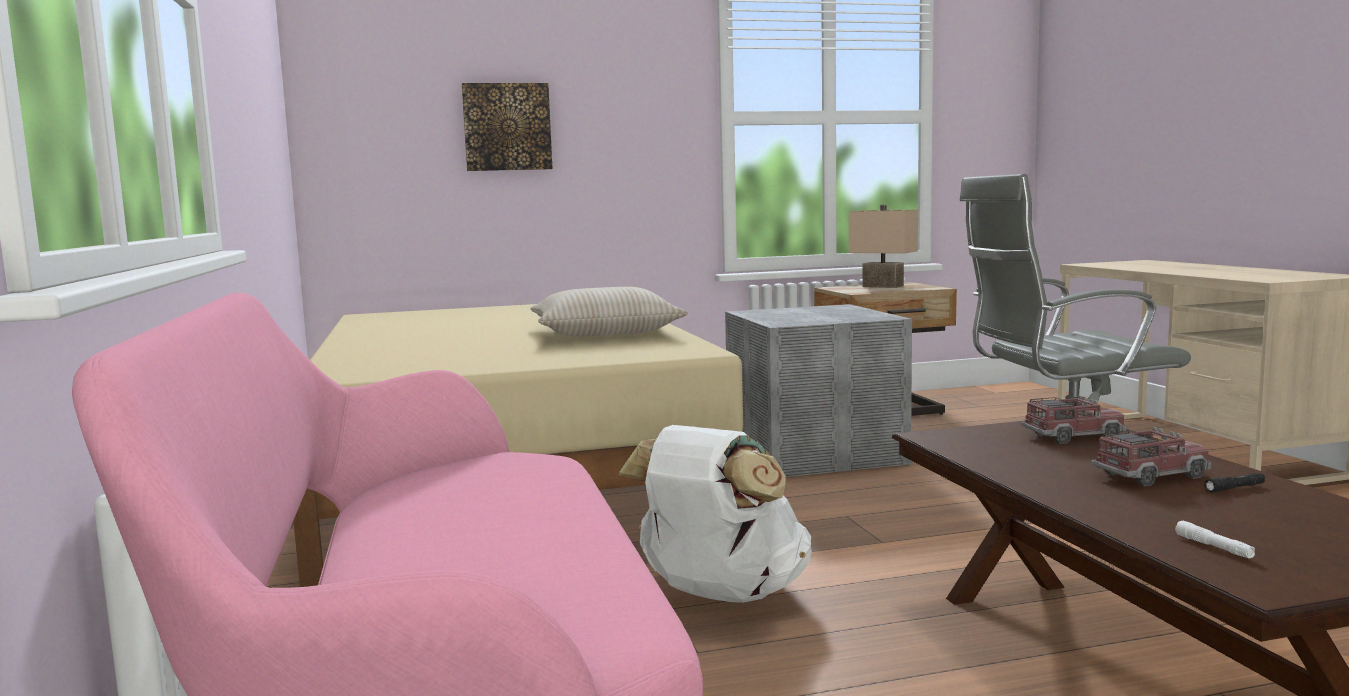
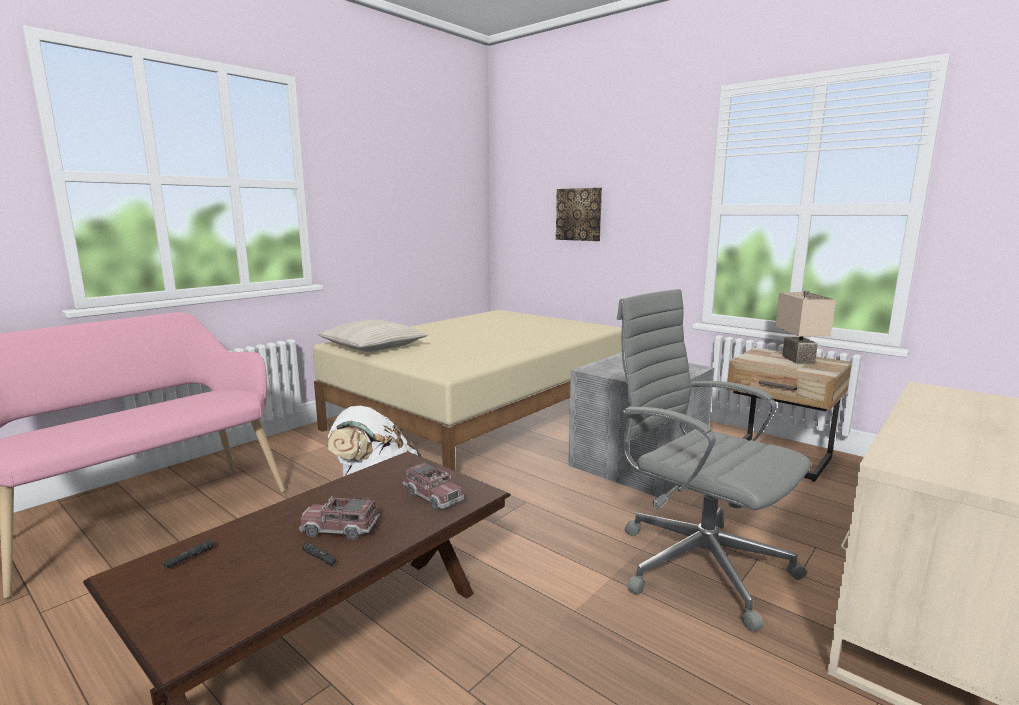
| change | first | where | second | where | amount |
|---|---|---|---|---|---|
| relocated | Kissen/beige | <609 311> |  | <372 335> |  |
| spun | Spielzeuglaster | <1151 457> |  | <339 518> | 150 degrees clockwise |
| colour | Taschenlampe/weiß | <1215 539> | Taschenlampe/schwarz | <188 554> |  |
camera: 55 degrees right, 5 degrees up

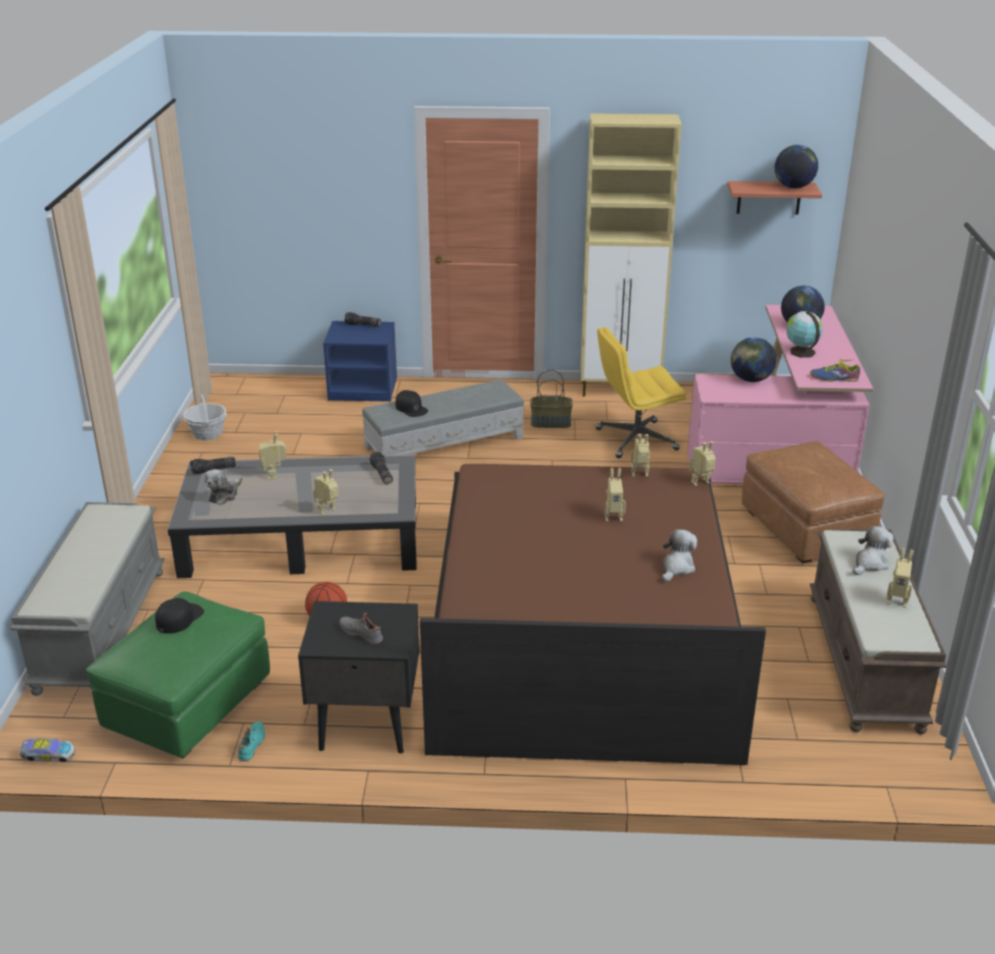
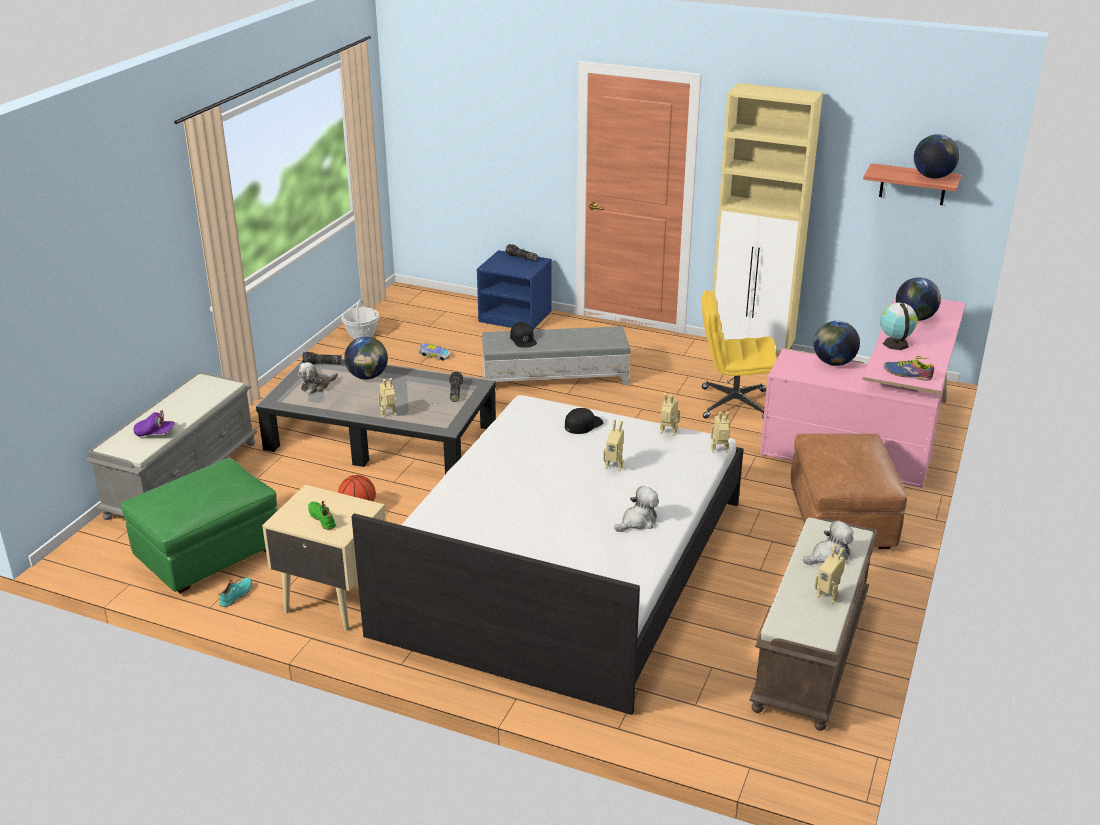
| change | first | where | second | where | amount |
|---|---|---|---|---|---|
| relocated | Spielzeugauto | <47 750> |  | <434 352> |  |
| relocated | Kappe/schwarz | <179 616> |  | <584 421> |  |
| exchanged | Spielzeugroboter | <272 455> | Globus | <366 358> |  |
| colour | Nachttisch/schwarz | <359 677> | Nachttisch/beige | <324 558> |  |
| colour | Schuh/grau | <361 628> | Schuh/grün | <322 515> |  |
| colour | Bett/braun | <593 614> | Bett/weiß | <547 555> |  |
| missing | Korb | <551 399> |  |  |  |
| appeared |  |  | Kappe/lila | <154 423> |  |
camera: 20 degrees right, 0 degrees up

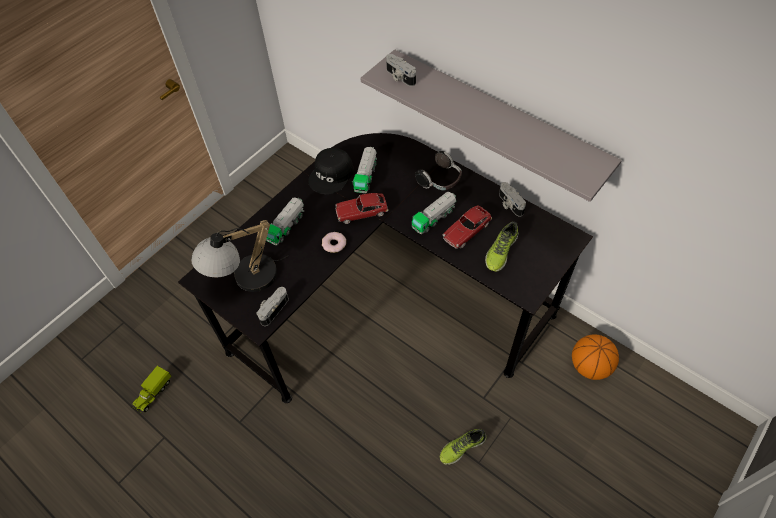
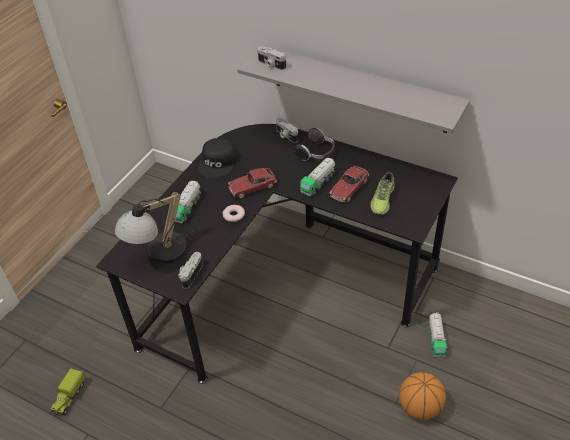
| change | first | where | second | where | amount |
|---|---|---|---|---|---|
| relocated | Spielzeuglaster | <364 170> |  | <438 334> |  |
| missing | Schuh | <463 447> |  |  |  |
| relocated | Kamera | <512 199> |  | <287 130> |  |
| relocated | Basketball | <595 357> |  | <422 396> |  |
camera: 10 degrees left, 10 degrees down

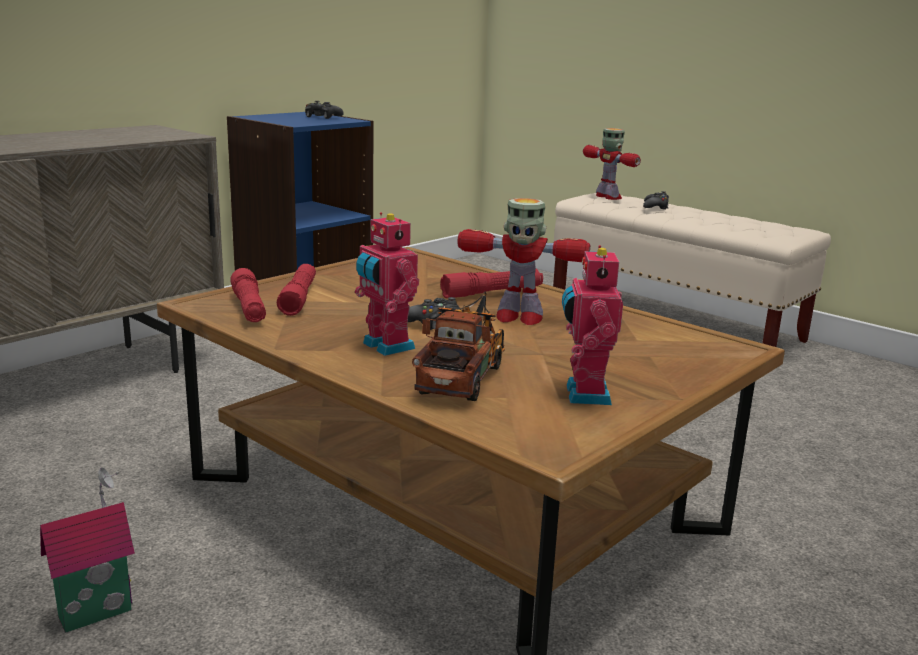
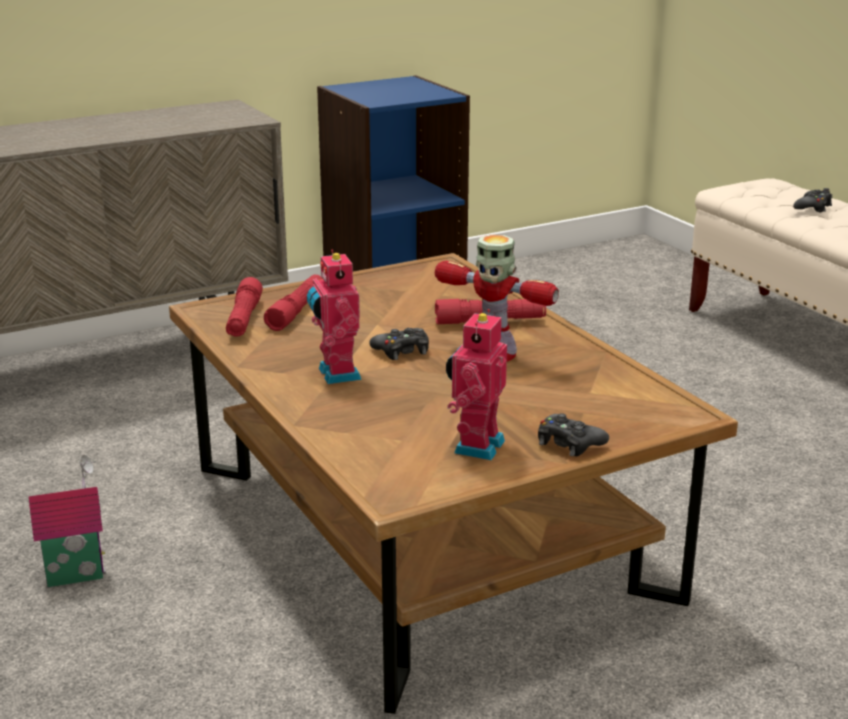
| change | first | where | second | where | amount |
|---|---|---|---|---|---|
| relocated | Gamepad/schwarz | <324 110> |  | <573 434> |  |
| missing | Spielzeuglaster | <458 346> |  |  |  |
| missing | Spielzeugroboter | <612 164> |  |  |  |
camera: 20 degrees right, 5 degrees up

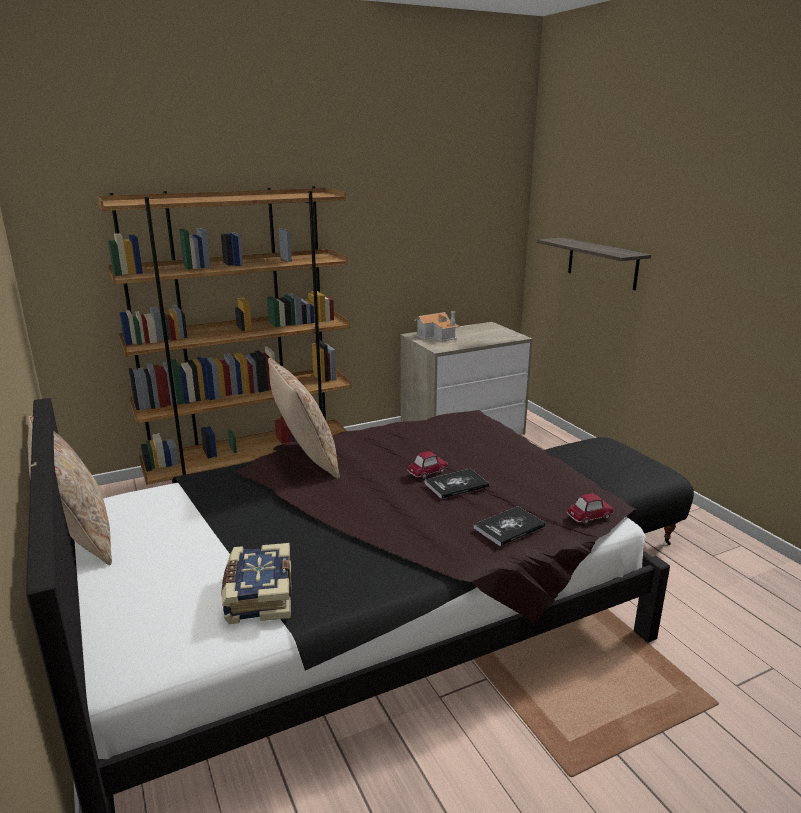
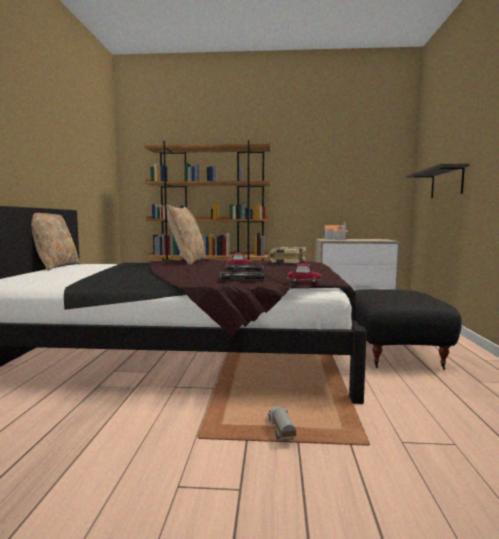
| change | first | where | second | where | amount |
|---|---|---|---|---|---|
| relocated | Buch | <257 583> |  | <288 255> |  |
| appeared |  |  | Spielzeuglaster | <282 423> |  |
camera: 30 degrees right, 15 degrees down

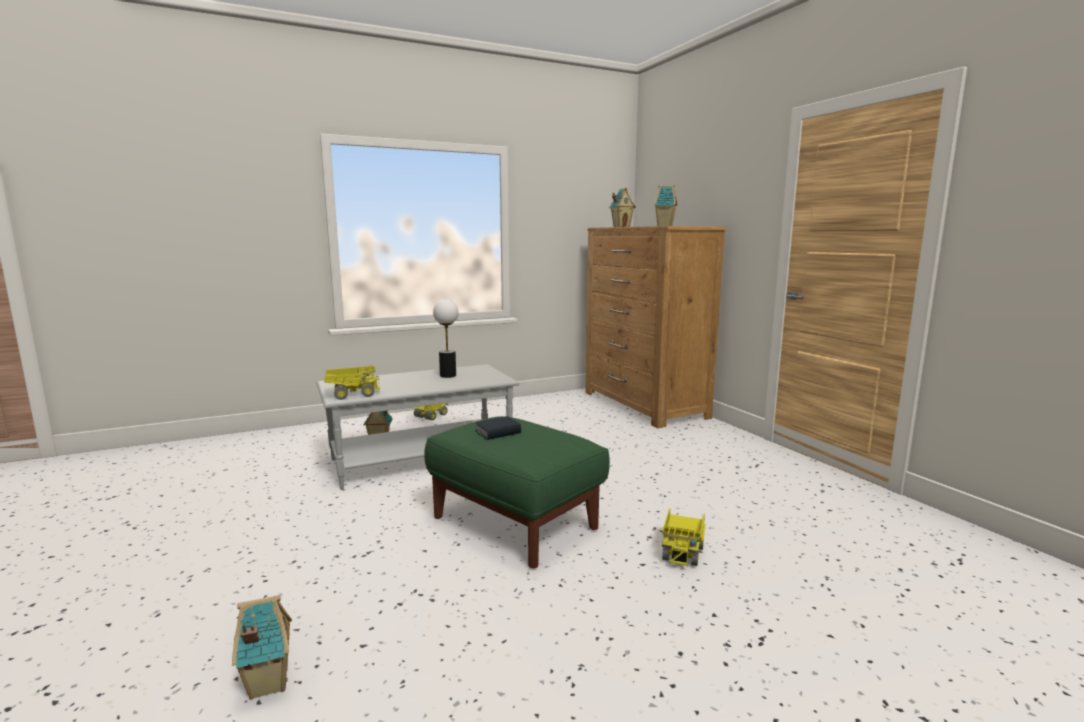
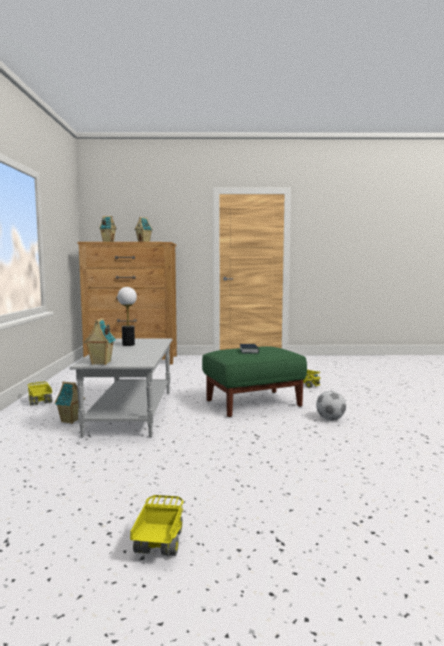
| change | first | where | second | where | amount |
|---|---|---|---|---|---|
| relocated | Spielzeughaus | <262 647> |  | <100 341> |  |
| relocated | Spielzeuglaster | <352 383> |  | <157 525> |  |
| appeared |  |  | Fußball | <331 405> |  |
camera: 65 degrees left, 5 degrees down

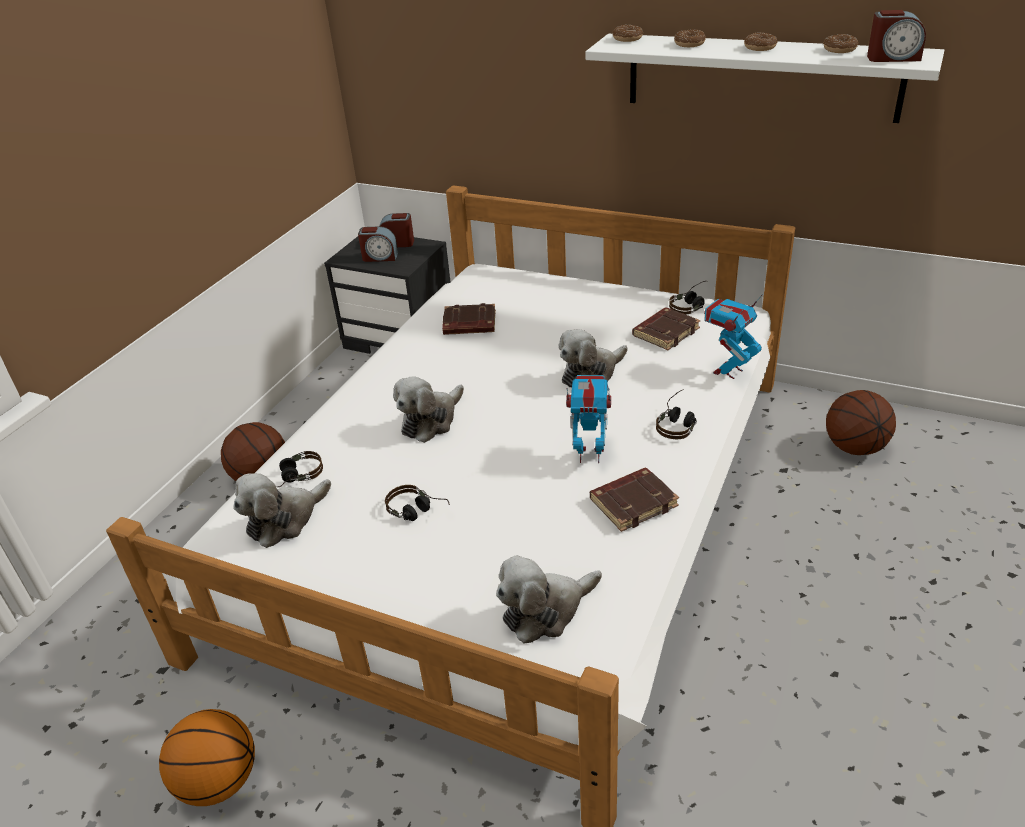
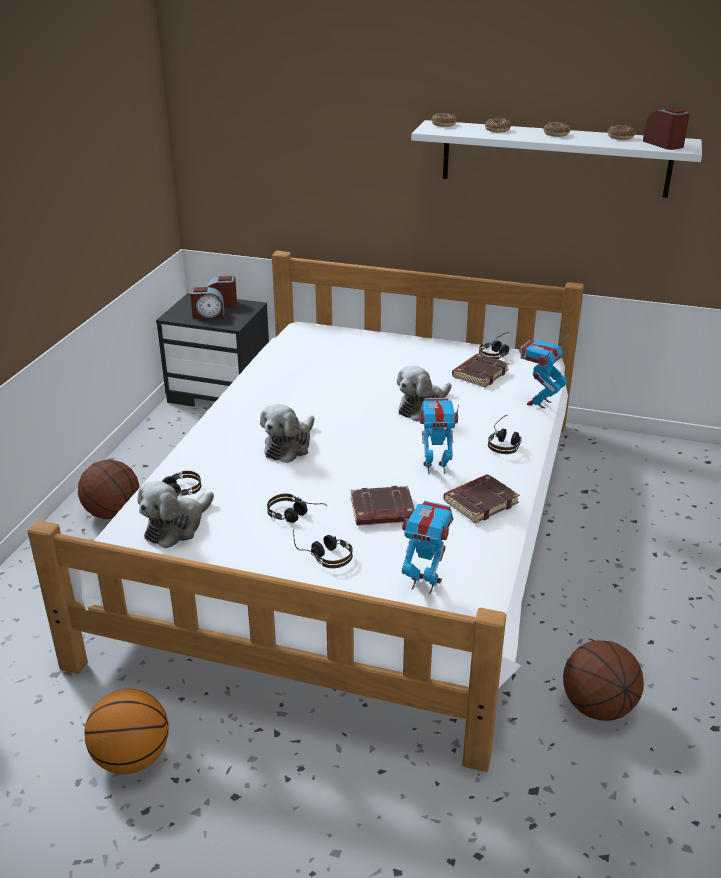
| change | first | where | second | where | amount |
|---|---|---|---|---|---|
| relocated | Buch/braun | <469 319> |  | <382 506> |  |
| exchanged | Plüschtier | <549 599> | Spielzeugroboter | <427 547> |  |
| relocated | Basketball | <861 422> |  | <603 680> |  |
| spun | Wecker | <896 36> |  | <666 129> | 120 degrees counterclockwise |
| appeared |  |  | Kopfhörer | <323 549> |  |
camera: 10 degrees left, 5 degrees down

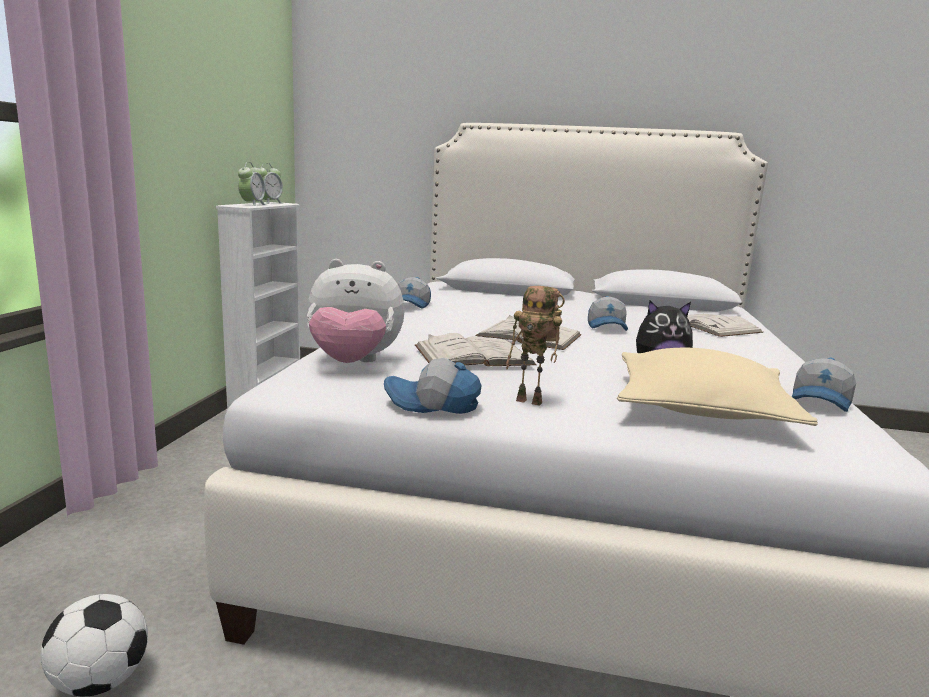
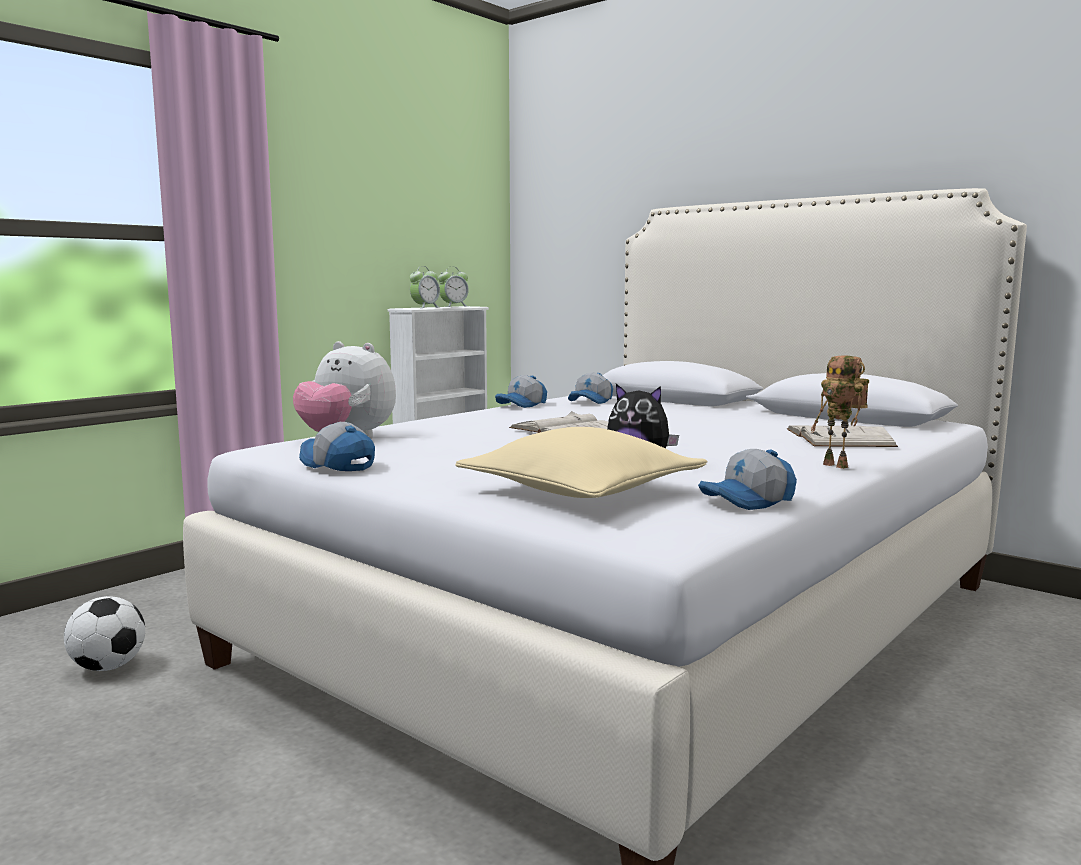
| change | first | where | second | where | amount |
|---|---|---|---|---|---|
| missing | Buch/weiß | <476 349> |  |  |  |
| relocated | Spielzeugroboter | <535 346> |  | <840 412> |  |
| relocated | Kappe | <608 313> |  | <590 388> |  |
camera: 30 degrees right, 5 degrees down

